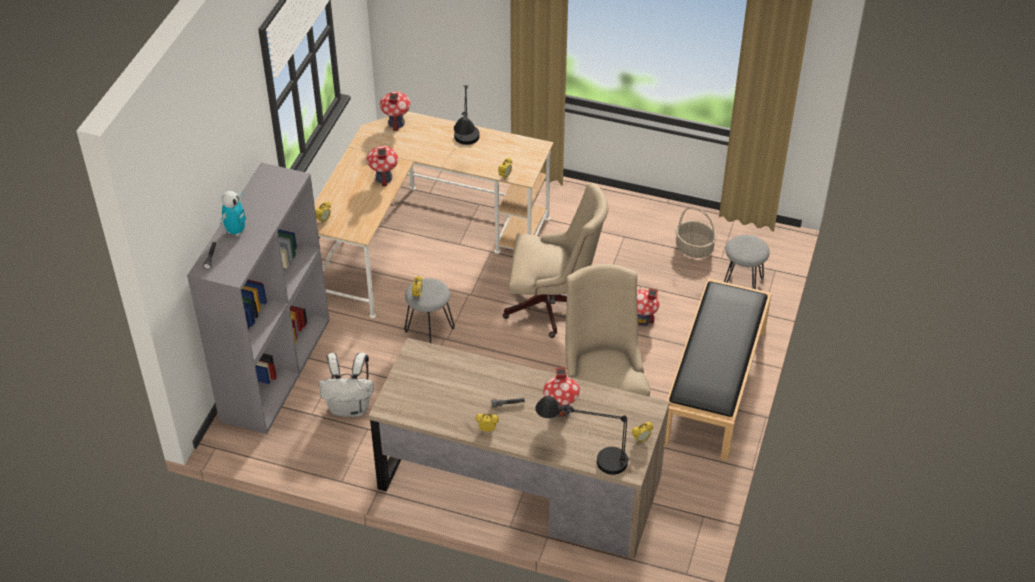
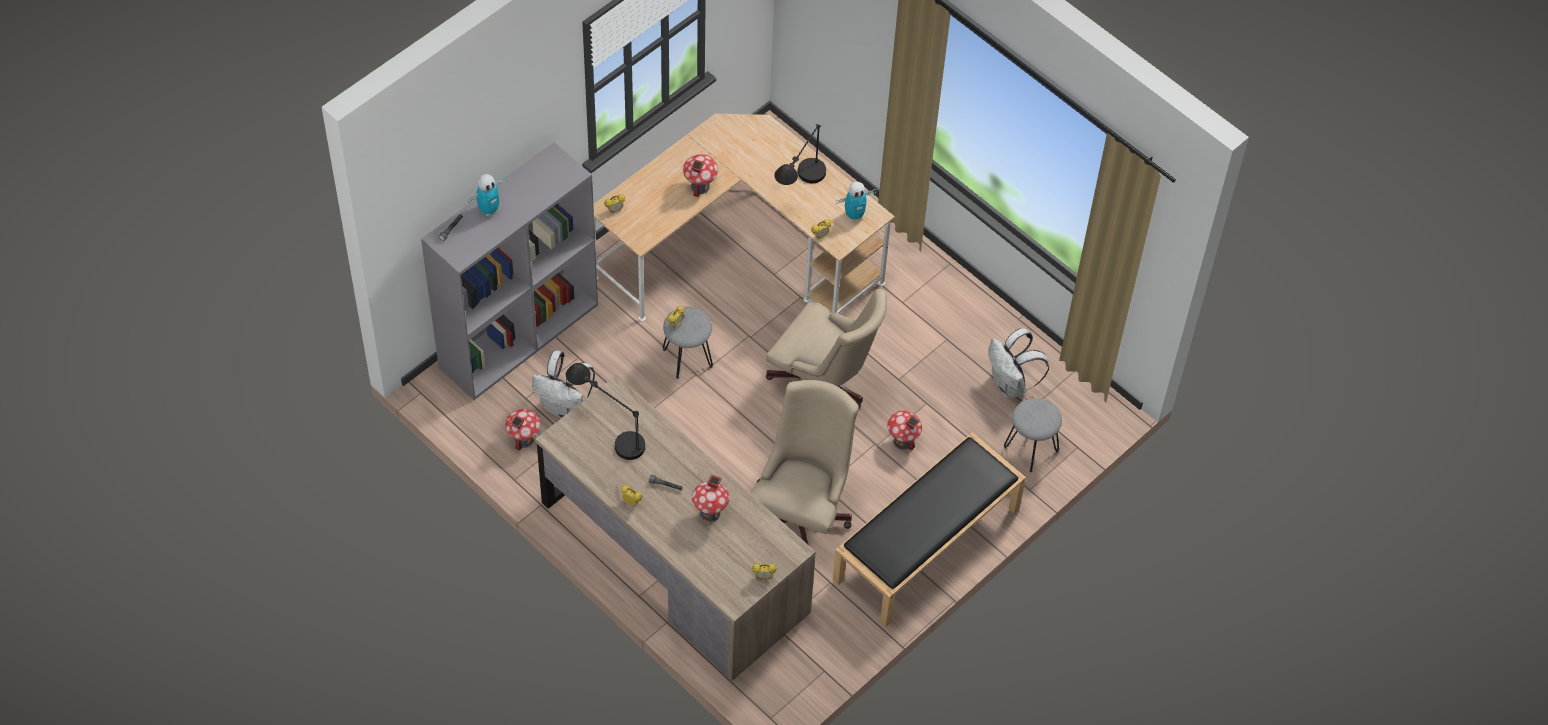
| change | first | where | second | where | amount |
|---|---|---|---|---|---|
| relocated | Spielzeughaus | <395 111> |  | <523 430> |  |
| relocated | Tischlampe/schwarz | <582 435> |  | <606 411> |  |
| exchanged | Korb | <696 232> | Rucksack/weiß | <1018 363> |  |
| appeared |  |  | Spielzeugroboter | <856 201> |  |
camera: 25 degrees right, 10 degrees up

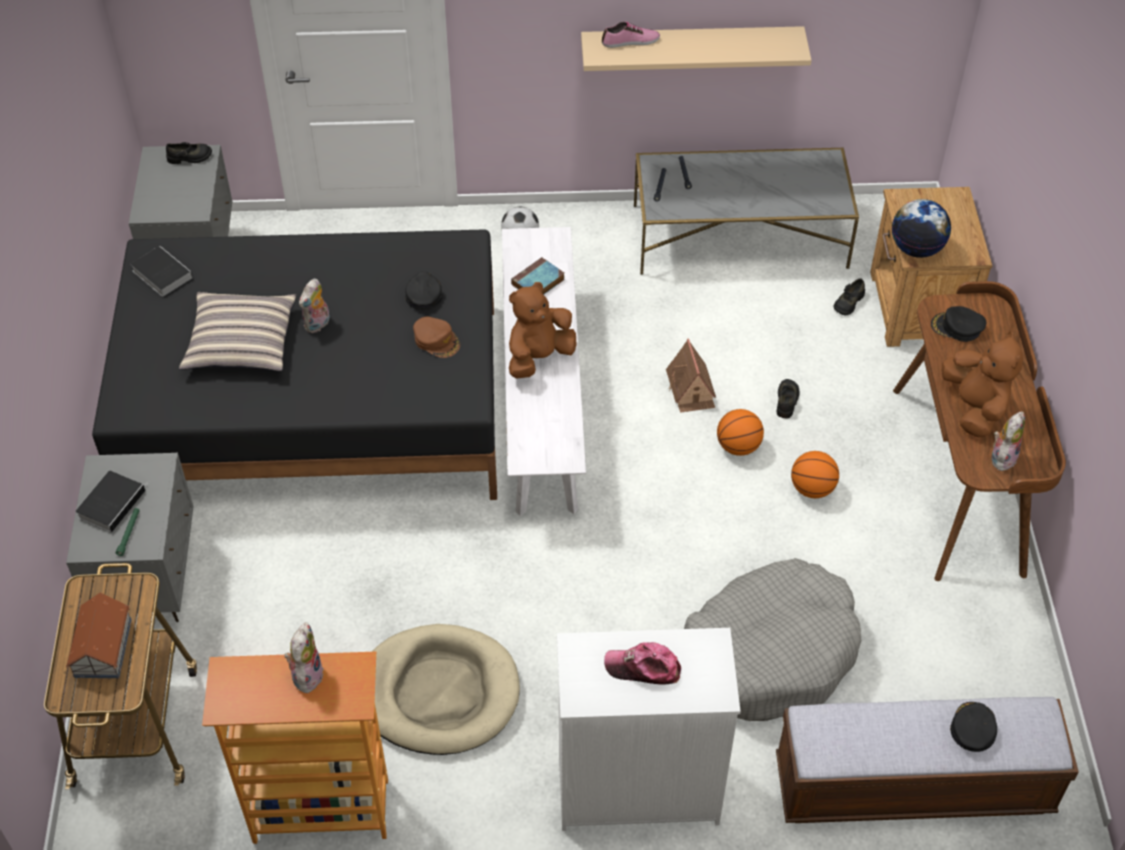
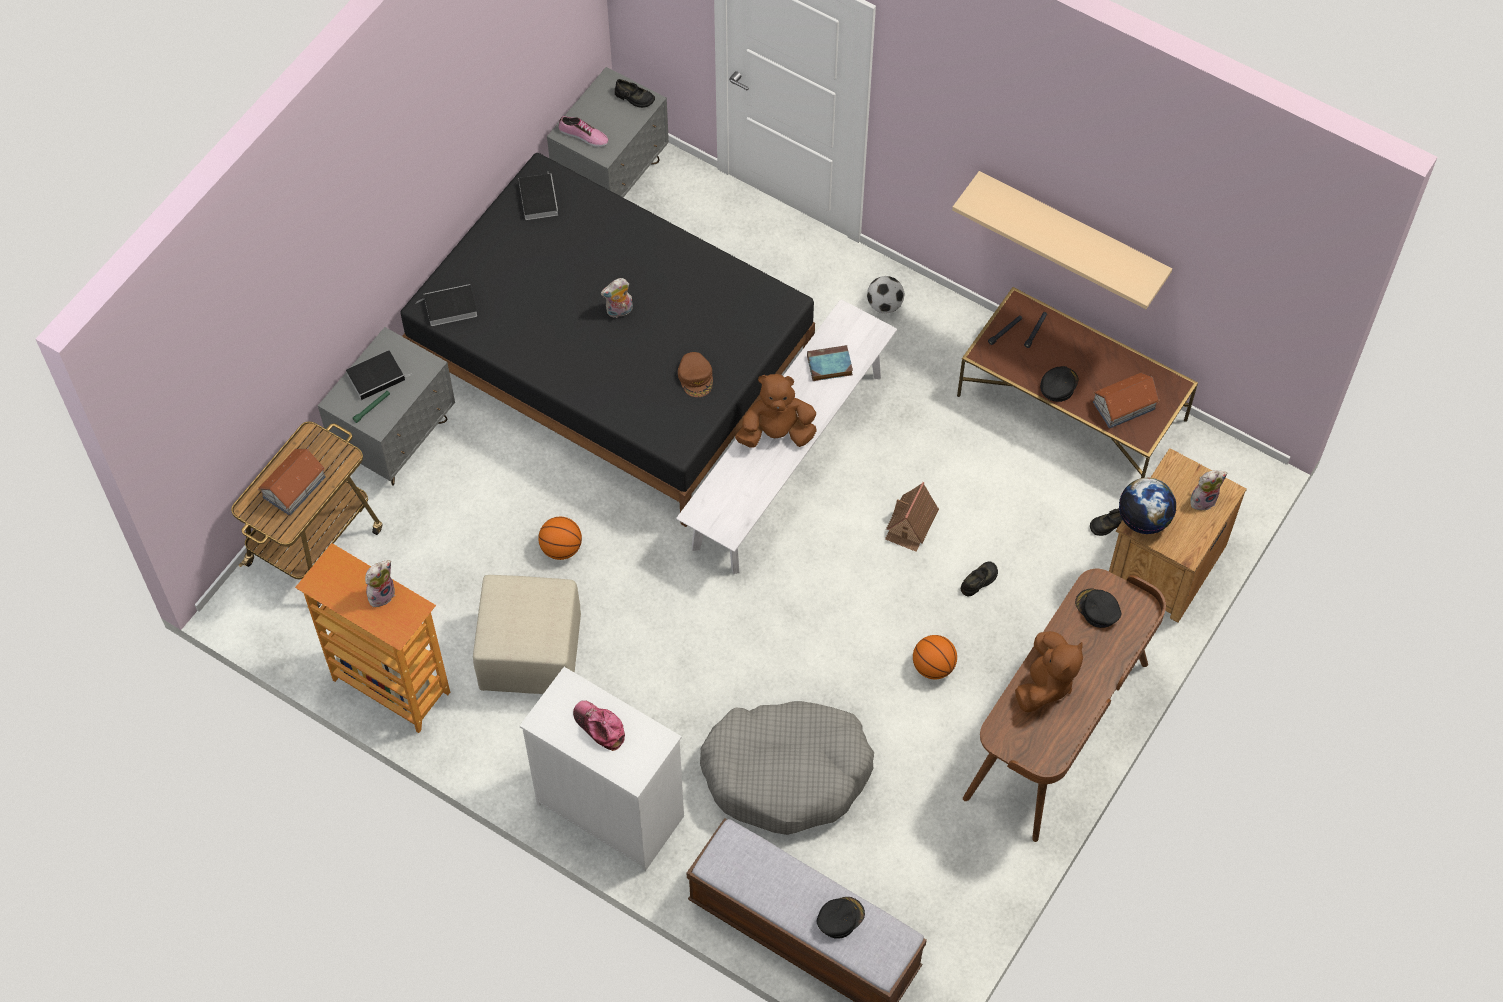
| change | first | where | second | where | amount |
|---|---|---|---|---|---|
| missing | Kissen | <238 331> |  |  |  |
| exchanged | Hundebett/beige | <446 689> | Polsterhocker/beige | <527 634> |  |
| relocated | Kappe/schwarz | <424 290> |  | <1059 384> |  |
| relocated | Schuh | <631 35> |  | <584 131> |  |
| colour | Couchtisch/grau | <746 211> | Couchtisch/braun | <1077 382> |  |
| relocated | Basketball | <740 432> |  | <560 538> |  |
| relocated | Plüschtier | <1008 441> |  | <1208 490> |  |
| appeared |  |  | Buch | <447 305> |  |
| appeared |  |  | Spielzeughaus | <1126 401> |  |
camera: 35 degrees right, 10 degrees up

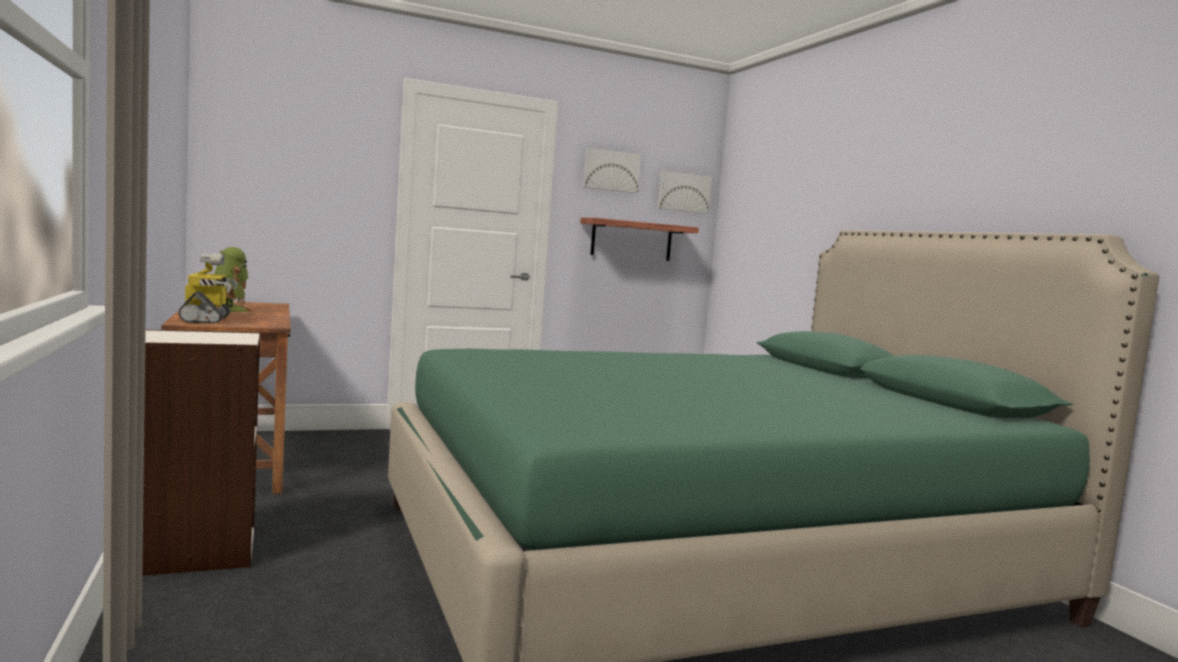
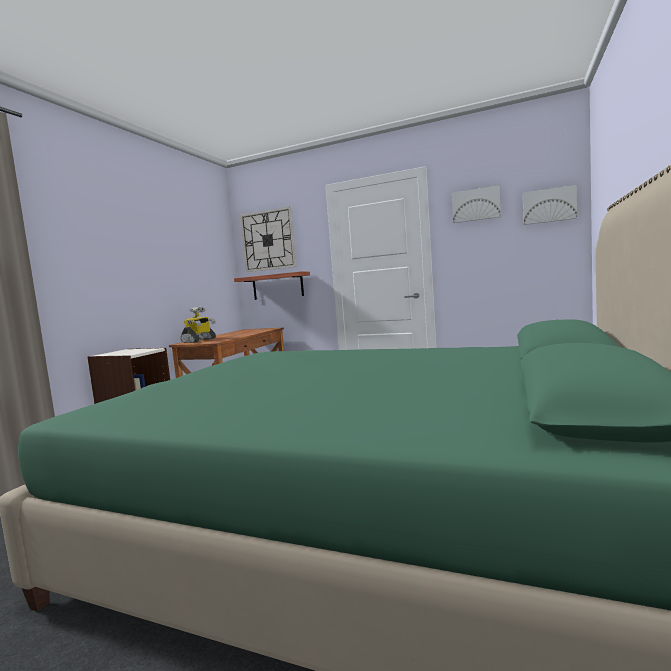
| change | first | where | second | where | amount |
|---|---|---|---|---|---|
| missing | Spielzeugroboter | <233 279> |  |  |  |
| relocated | Wandregal | <639 239> |  | <272 286> |  |
| appeared |  |  | Wanduhr | <268 239> |  |
camera: 45 degrees right, 0 degrees up

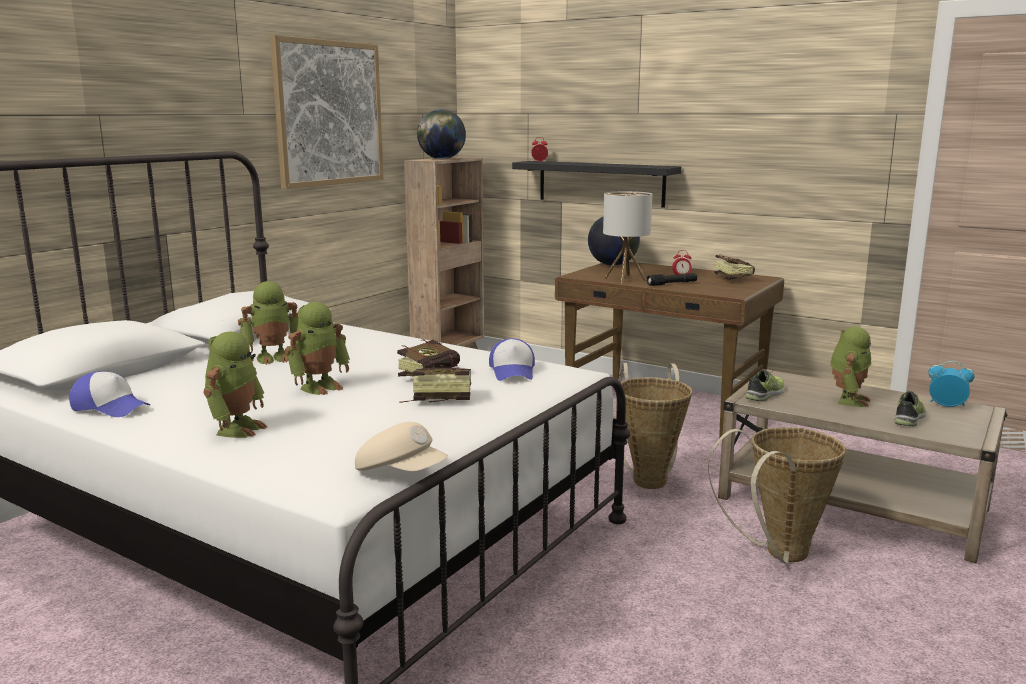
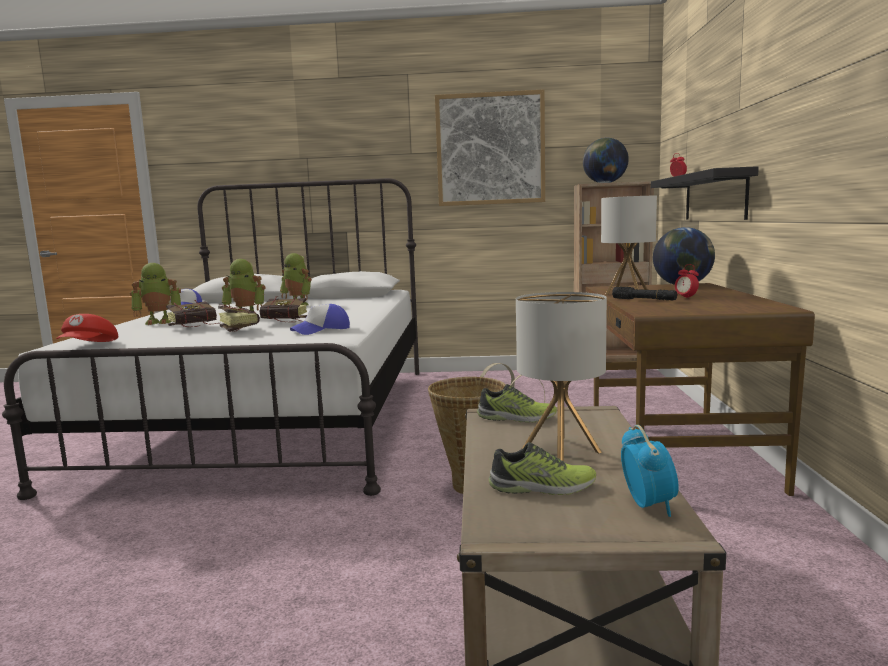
| change | first | where | second | where | amount |
|---|---|---|---|---|---|
| colour | Kappe/beige | <401 446> | Kappe/rot | <87 328> |  |
| missing | Korb | <777 495> |  |  |  |
| relocated | Buch | <734 267> |  | <193 313> |  |
| exchanged | Spielzeugroboter | <850 367> | Tischlampe | <561 376> |  |
camera: 60 degrees right, 5 degrees down

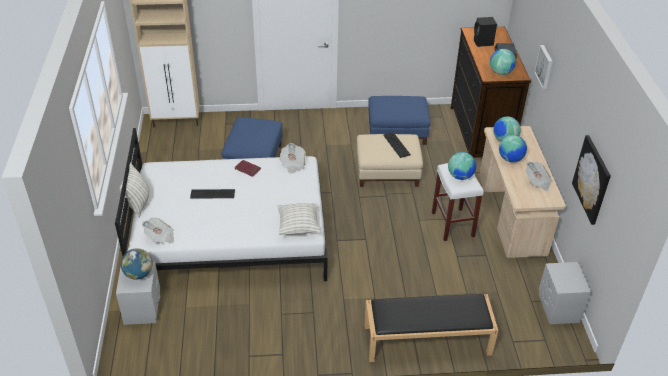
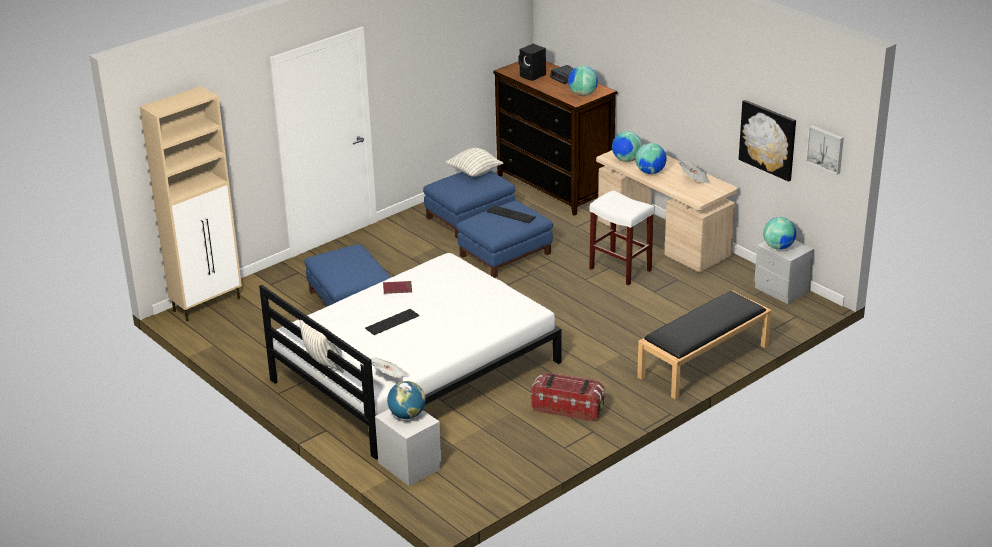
| change | first | where | second | where | amount |
|---|---|---|---|---|---|
| relocated | Kissen | <299 219> |  | <474 162> |  |
| missing | Zeitung | <292 158> |  |  |  |
| colour | Polsterhocker/beige | <390 160> | Polsterhocker/blau | <505 239> |  |
| relocated | Globus | <462 166> |  | <779 233> |  |
| relocated | Bild | <543 67> |  | <825 150> |  |
| appeared |  |  | Aufbewahrungsbox | <567 397> |  |
camera: 35 degrees left, 10 degrees down

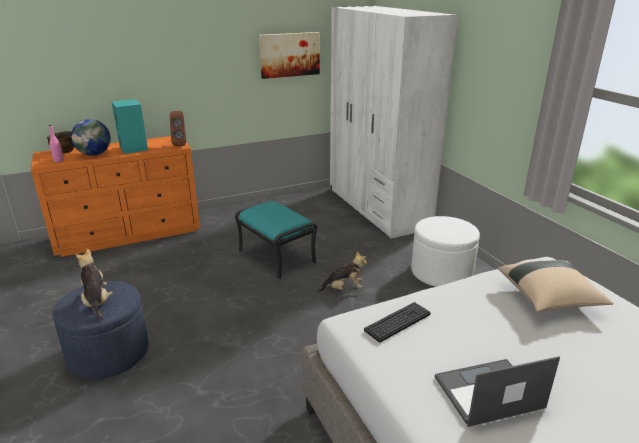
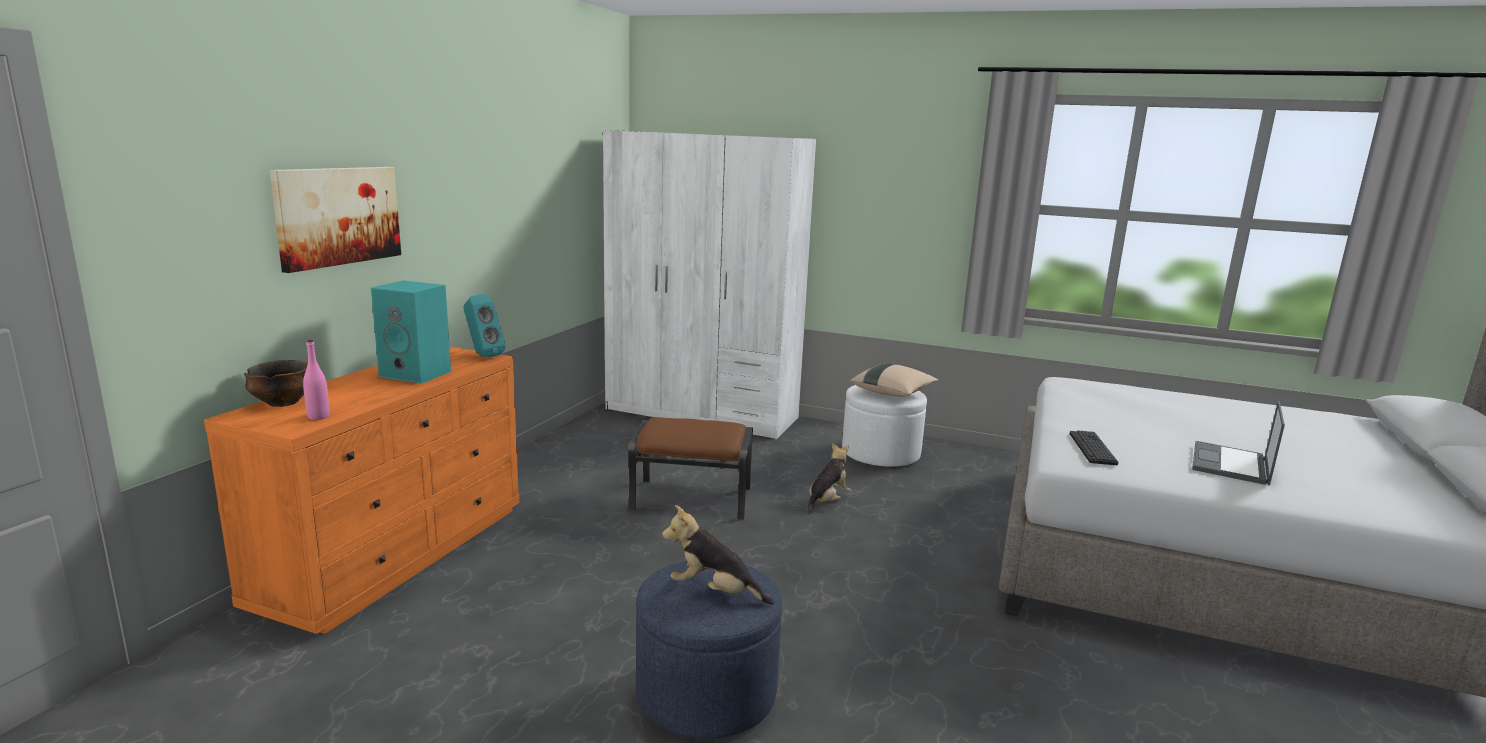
| change | first | where | second | where | amount |
|---|---|---|---|---|---|
| missing | Globus | <91 137> |  |  |  |
| colour | Lautsprecher/braun | <178 128> | Lautsprecher/türkis | <484 325> |  |
| colour | Polsterhocker/türkis | <276 240> | Polsterhocker/braun | <690 468> |  |
| relocated | Bild | <289 55> |  | <335 220> |  |
| relocated | Kissen/beige | <555 286> |  | <894 380> |  |
camera: 45 degrees left, 10 degrees down

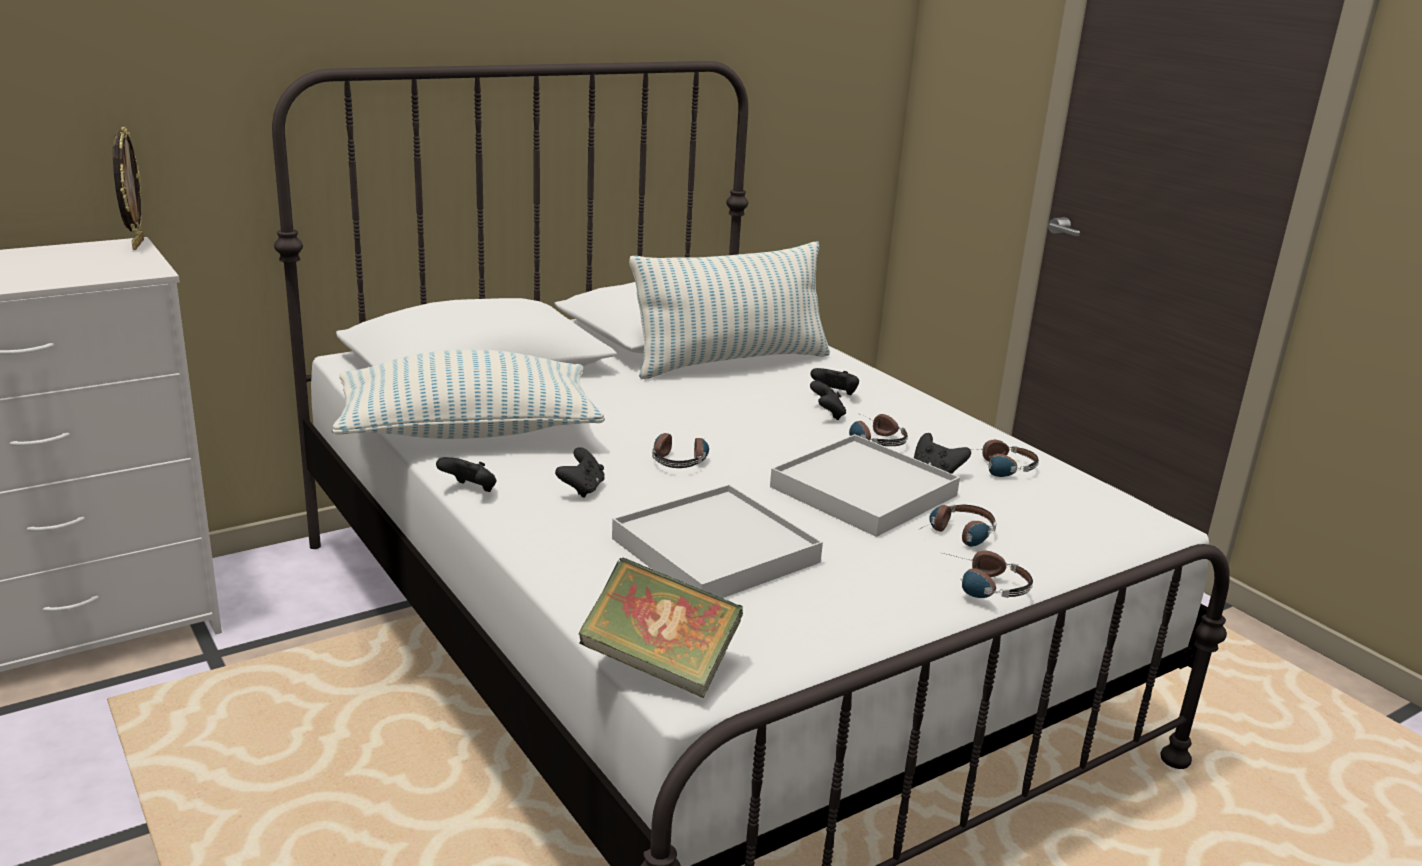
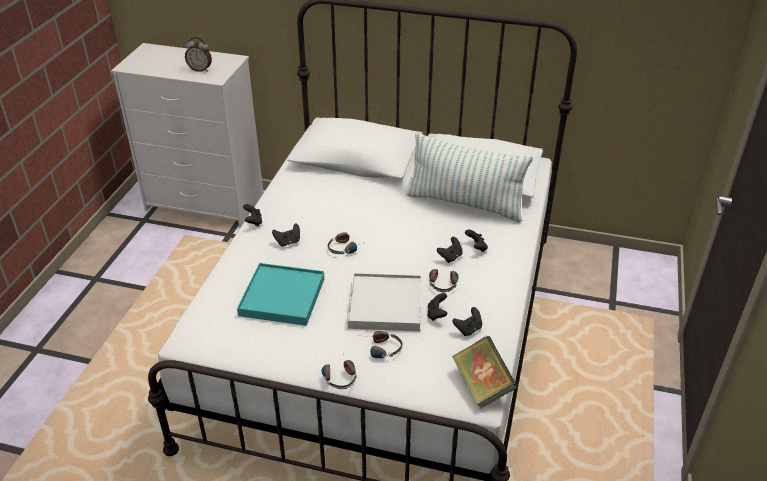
| change | first | where | second | where | amount |
|---|---|---|---|---|---|
| missing | Bilderrahmen | <128 188> |  |  |  |
| missing | Kissen | <468 394> |  |  |  |
| relocated | Buch | <660 627> |  | <485 372> |  |
| colour | Tablett/weiß | <717 541> | Tablett/türkis | <280 294> |  |
| exchanged | Kopfhörer | <1006 458> | Gamepad/schwarz | <467 321> |  |
| appeared |  |  | Wecker | <198 54> |  |
camera: 50 degrees right, 15 degrees up

